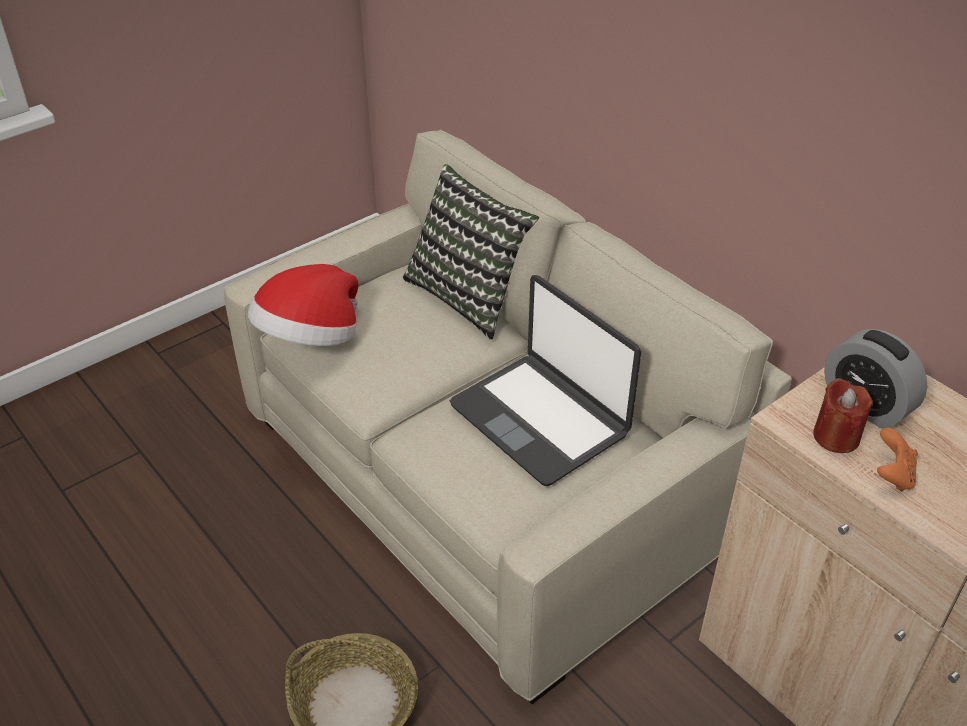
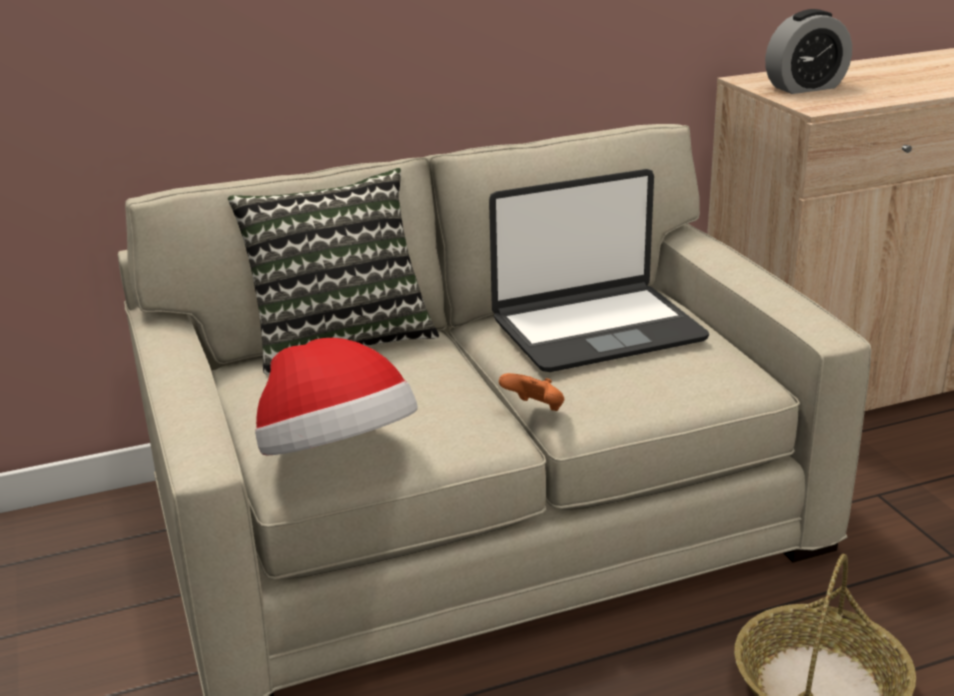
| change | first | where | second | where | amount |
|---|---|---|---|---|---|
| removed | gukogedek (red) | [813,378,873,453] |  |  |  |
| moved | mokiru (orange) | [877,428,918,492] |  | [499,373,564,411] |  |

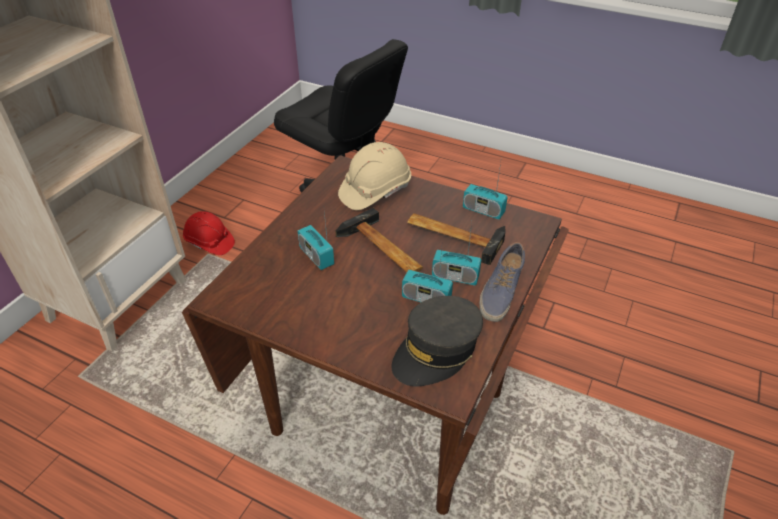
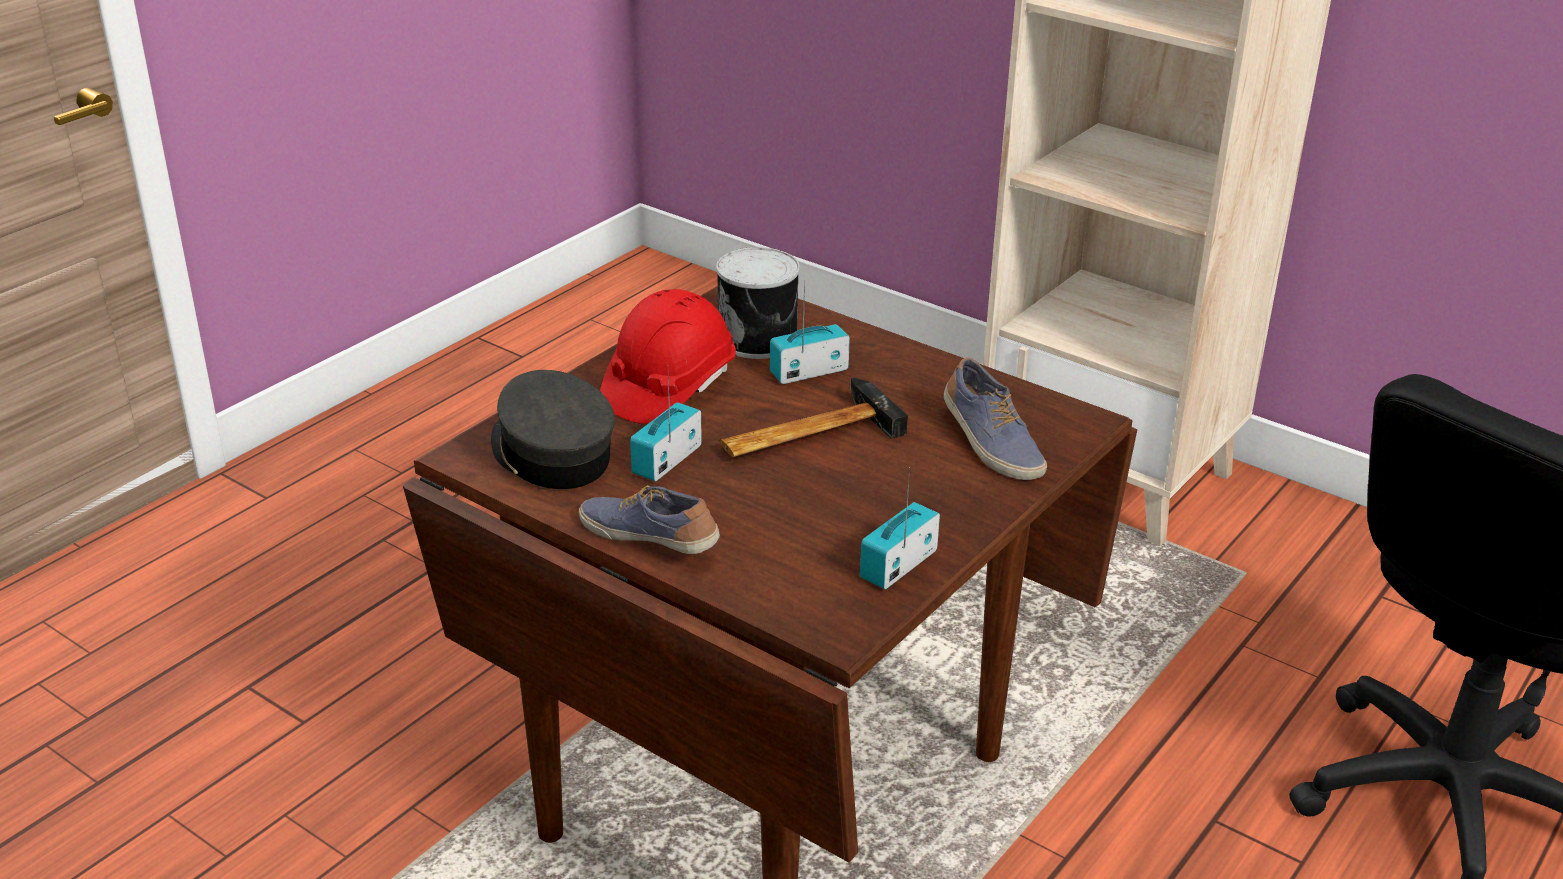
| change | first | where | second | where | amount |
|---|---|---|---|---|---|
| replaced | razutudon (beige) | [338,142,411,210] | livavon | [944,357,1047,480] |  |
| moved | razutudon (red) | [183,211,235,255] |  | [600,289,736,424] |  |
| removed | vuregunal | [407,213,505,265] |  |  |  |
| removed | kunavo | [432,223,481,285] |  |  |  |
| added |  |  | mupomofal | [716,247,800,359] |  |

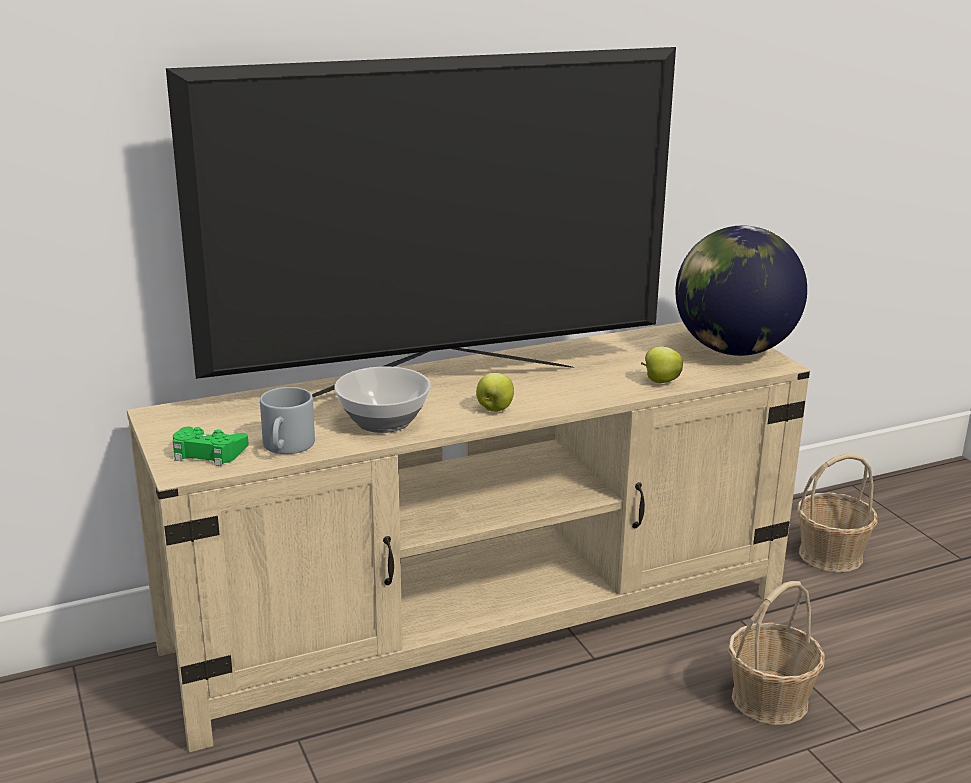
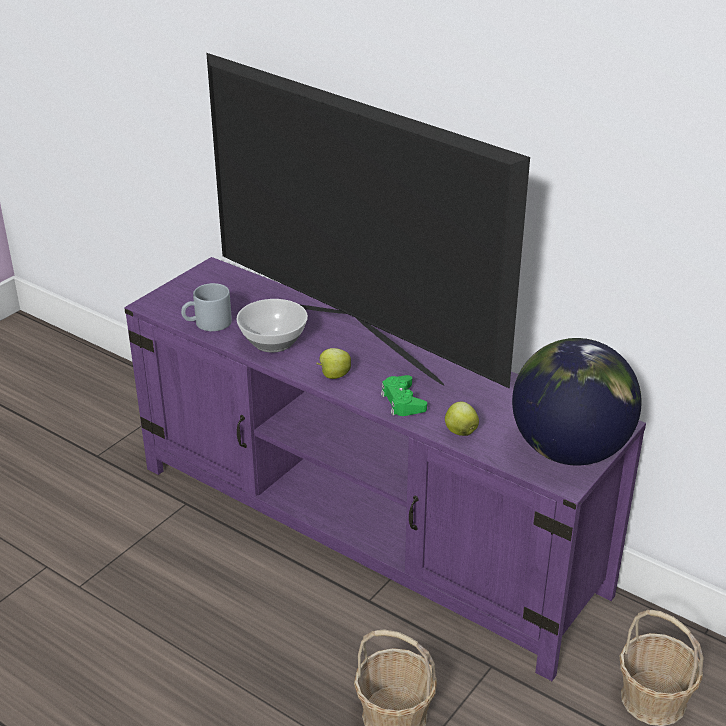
| change | first | where | second | where | amount |
|---|---|---|---|---|---|
| recoloured | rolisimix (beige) | [127,322,810,752] | rolisimix (purple) | [124,257,646,681] |  |
| moved | mokiru (green) | [173,427,249,466] |  | [381,375,427,416] |  |

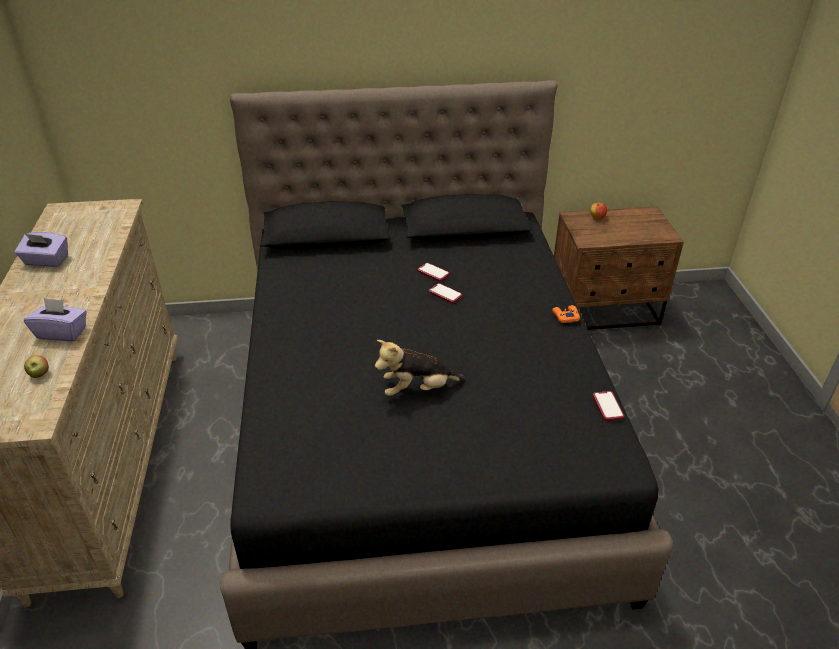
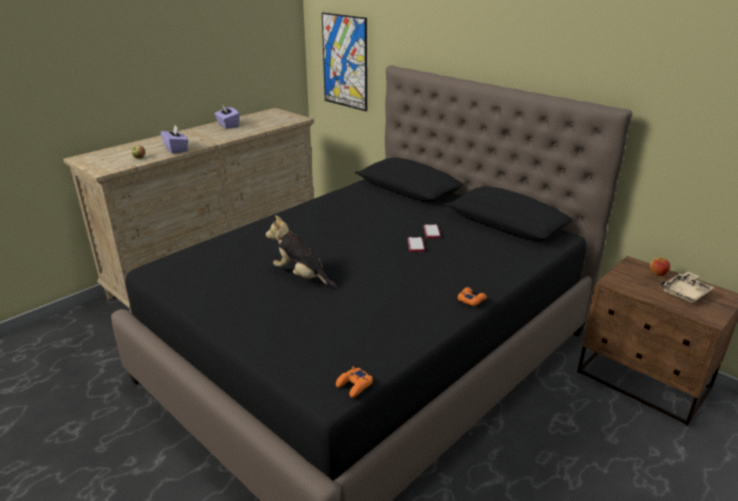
| change | first | where | second | where | amount |
|---|---|---|---|---|---|
| removed | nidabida | [593,391,624,421] |  |  |  |
| added |  |  | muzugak | [322,12,367,111] |  |
| added |  |  | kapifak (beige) | [661,272,715,303] |  |
| added |  |  | mokiru (orange) | [336,367,373,398] |  |

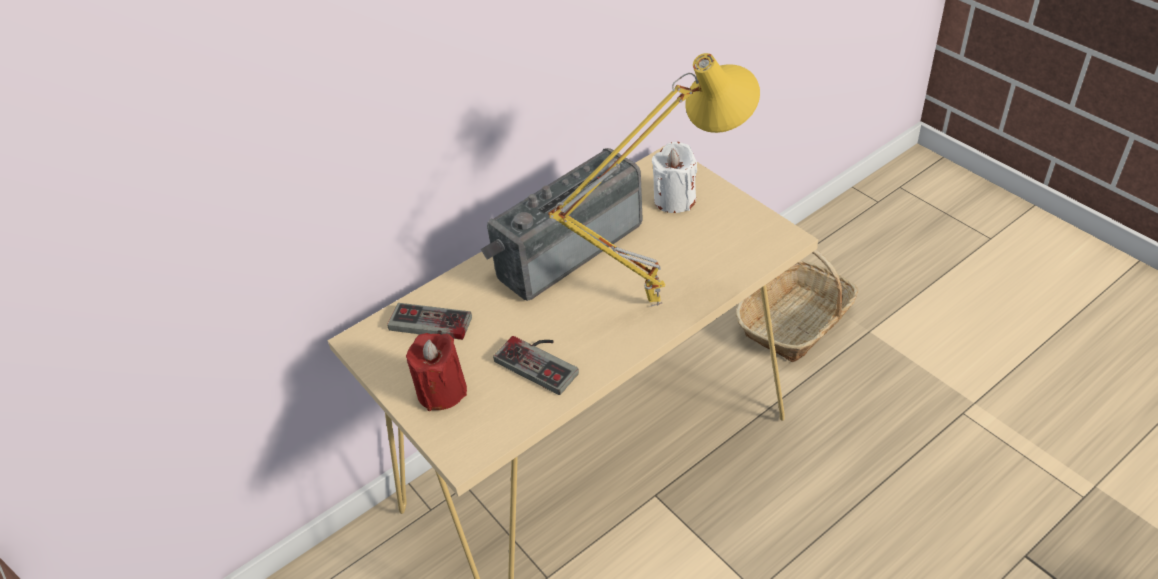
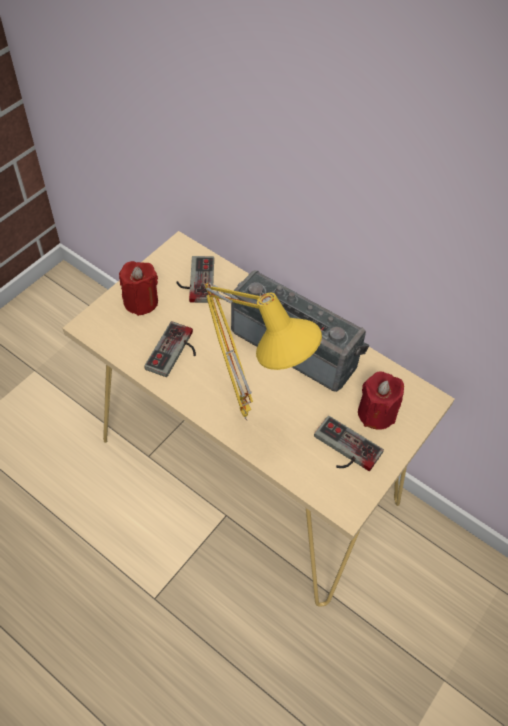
| change | first | where | second | where | amount |
|---|---|---|---|---|---|
| recoloured | gukogedek (white) | [652,142,697,213] | gukogedek (red) | [358,372,404,429] |  |
| removed | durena | [735,250,858,362] |  |  |  |
| added |  |  | mokiru | [314,416,384,471] |  |

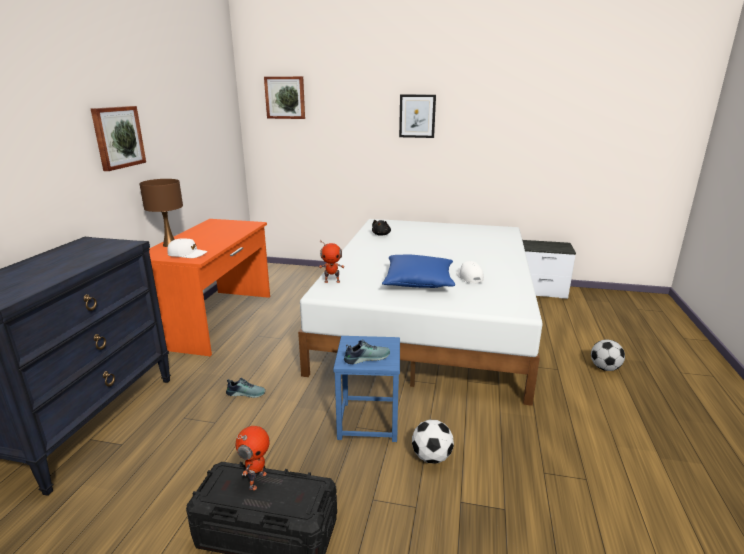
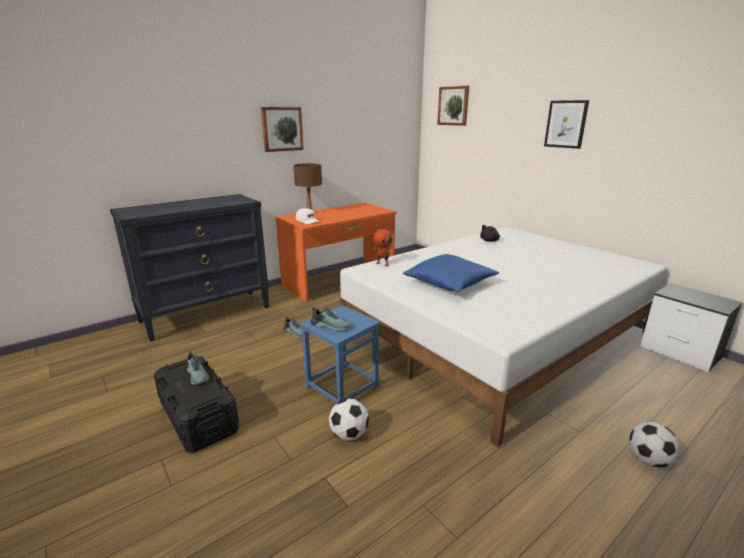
| change | first | where | second | where | amount |
|---|---|---|---|---|---|
| removed | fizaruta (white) | [457,261,484,284] |  |  |  |
| replaced | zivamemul | [236,426,269,490] | livavon | [186,351,209,385] |  |

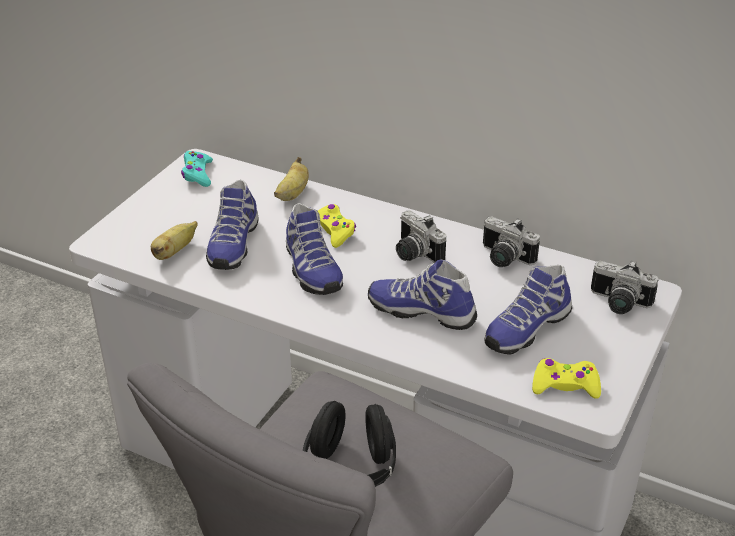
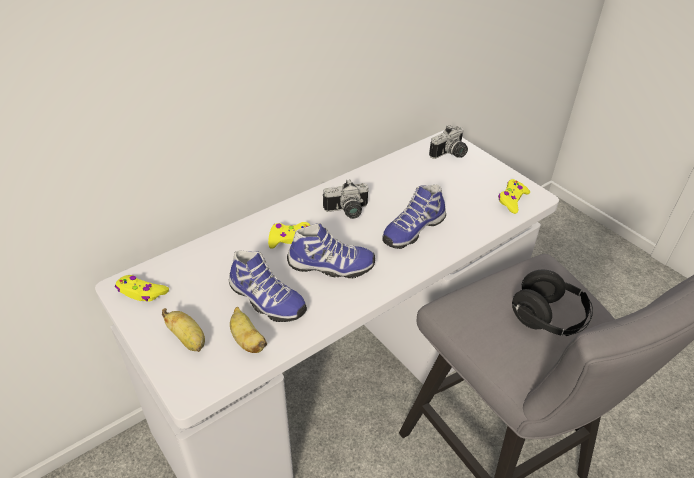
| change | first | where | second | where | amount |
|---|---|---|---|---|---|
| recoloured | mokiru (turquoise) | [181,151,213,187] | mokiru (yellow) | [115,275,169,302] |  |
| moved | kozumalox | [274,157,309,201] |  | [162,308,205,352] |  |
| removed | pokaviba | [483,217,540,267] |  |  |  |
| removed | livavon | [485,265,572,355] |  |  |  |

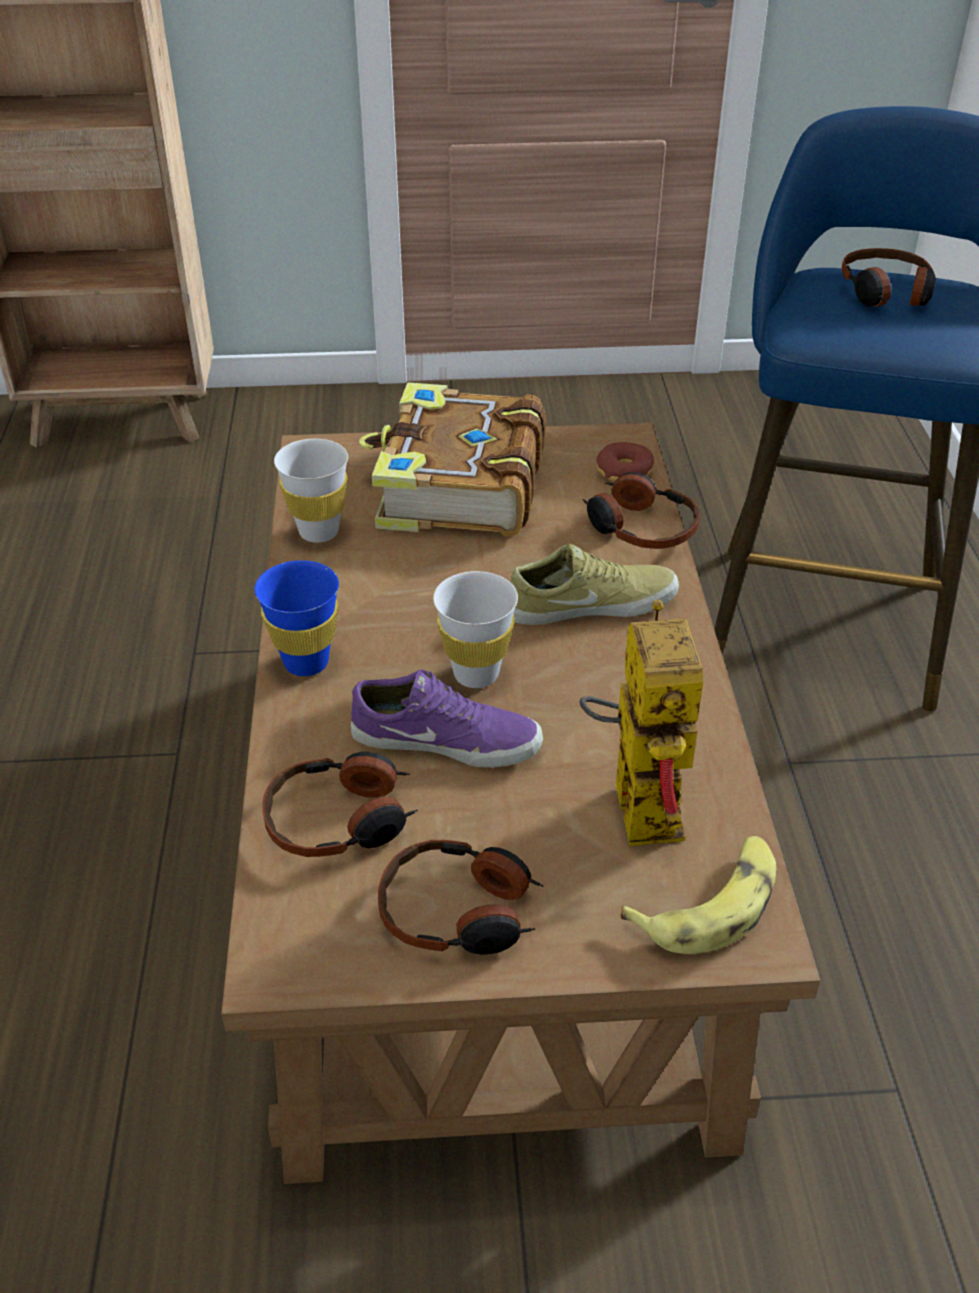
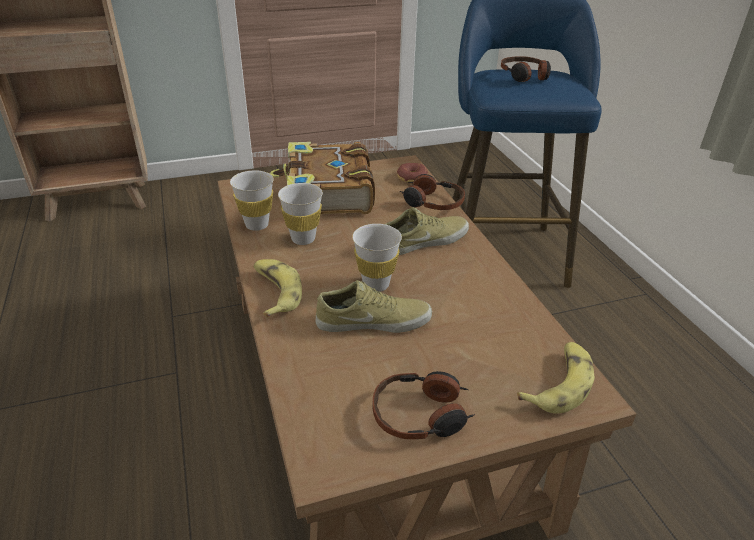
| change | first | where | second | where | amount |
|---|---|---|---|---|---|
| replaced | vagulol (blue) | [255,560,339,676] | kozumalox | [253,259,302,317] |  |
| removed | zivamemul | [579,599,703,846] |  |  |  |
| recoloured | livavon (purple) | [351,670,543,768] | livavon (beige) | [315,280,432,333] |  |
| removed | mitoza | [262,752,418,857] |  |  |  |
| added |  |  | vagulol (white) | [278,183,323,245] |  |

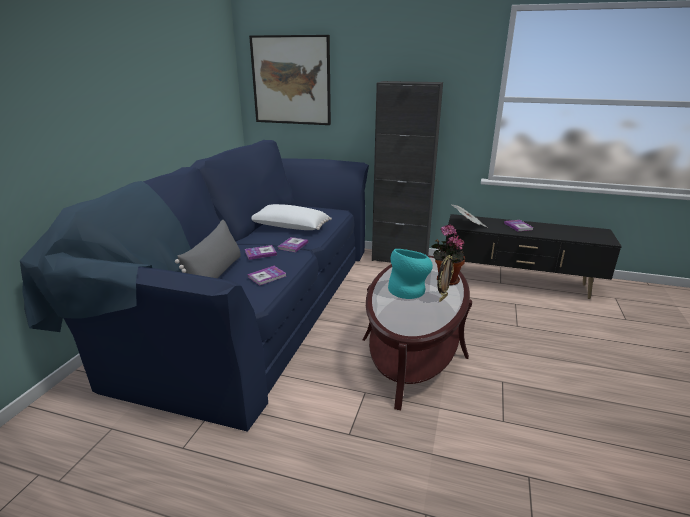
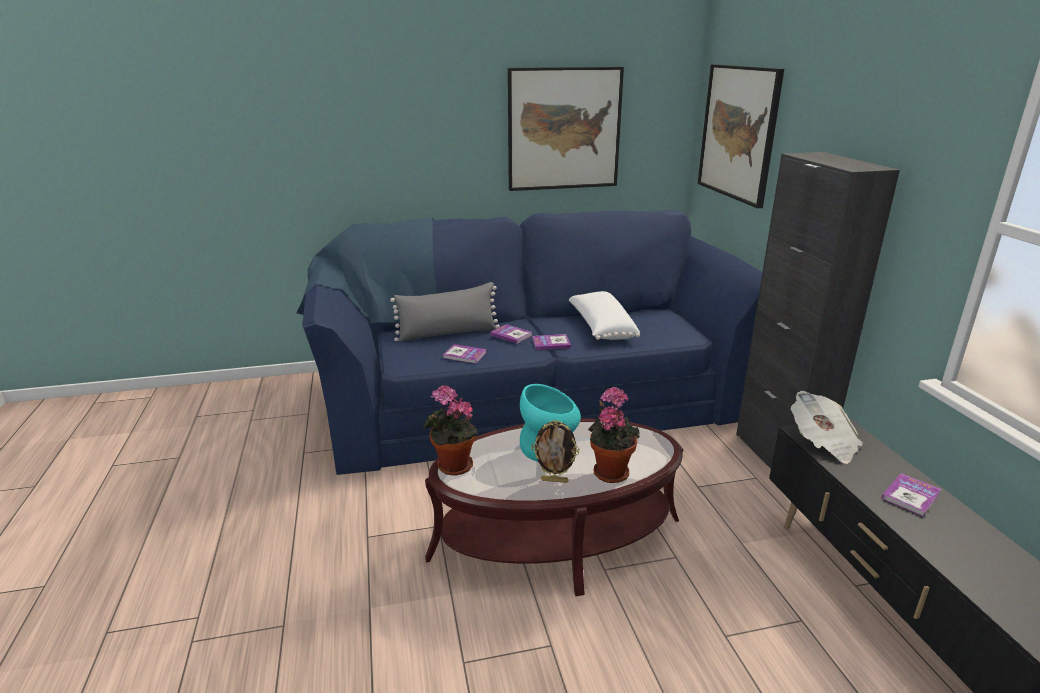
| change | first | where | second | where | amount |
|---|---|---|---|---|---|
| added |  |  | muzugak | [508,67,624,191] |  |
| added |  |  | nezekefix | [423,385,478,476] |  |

